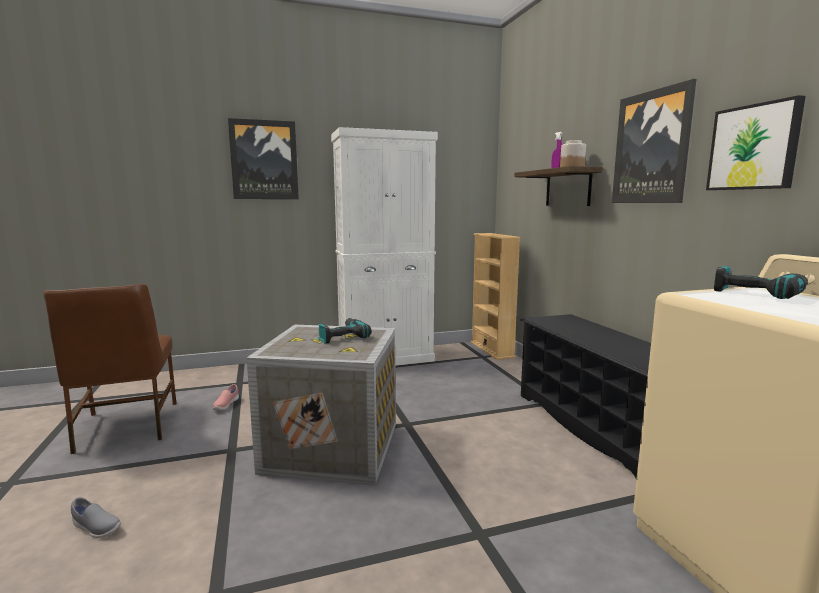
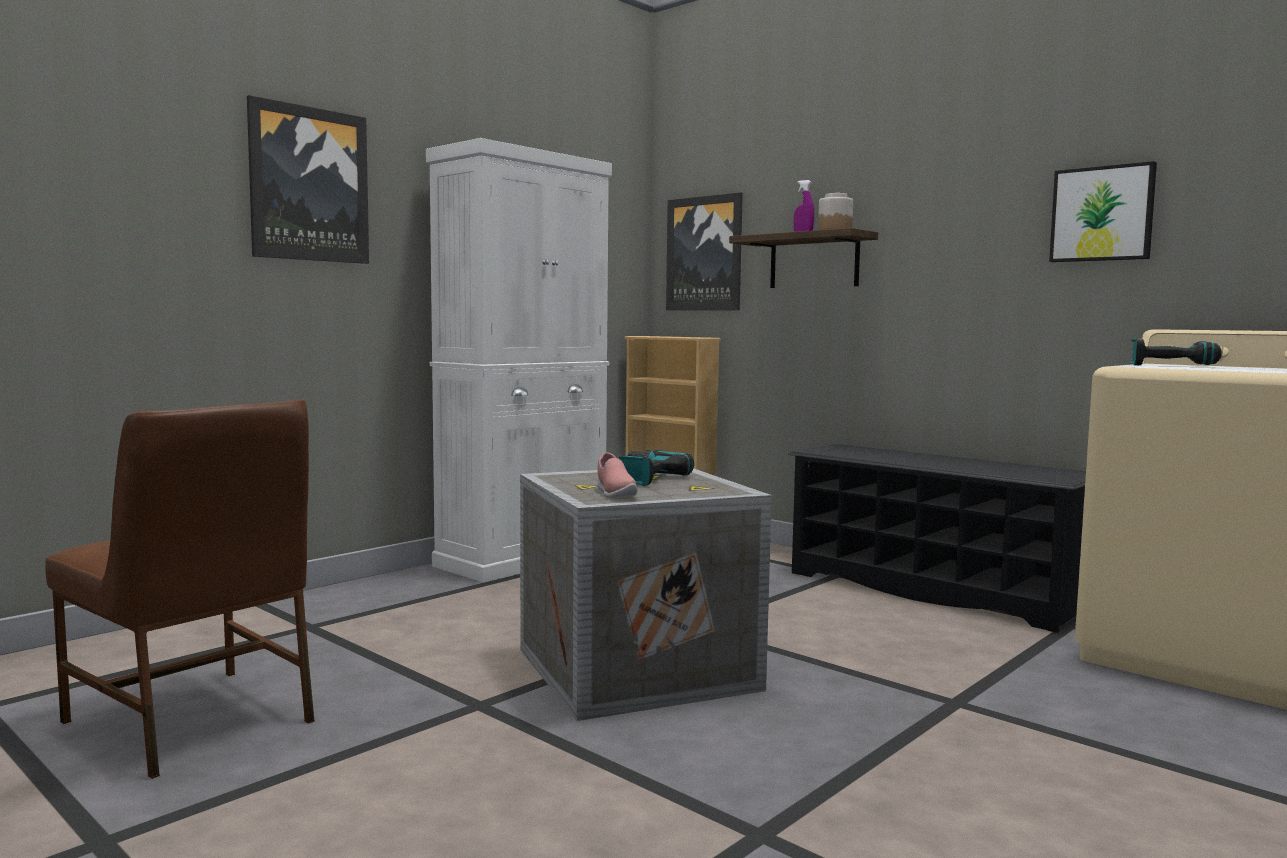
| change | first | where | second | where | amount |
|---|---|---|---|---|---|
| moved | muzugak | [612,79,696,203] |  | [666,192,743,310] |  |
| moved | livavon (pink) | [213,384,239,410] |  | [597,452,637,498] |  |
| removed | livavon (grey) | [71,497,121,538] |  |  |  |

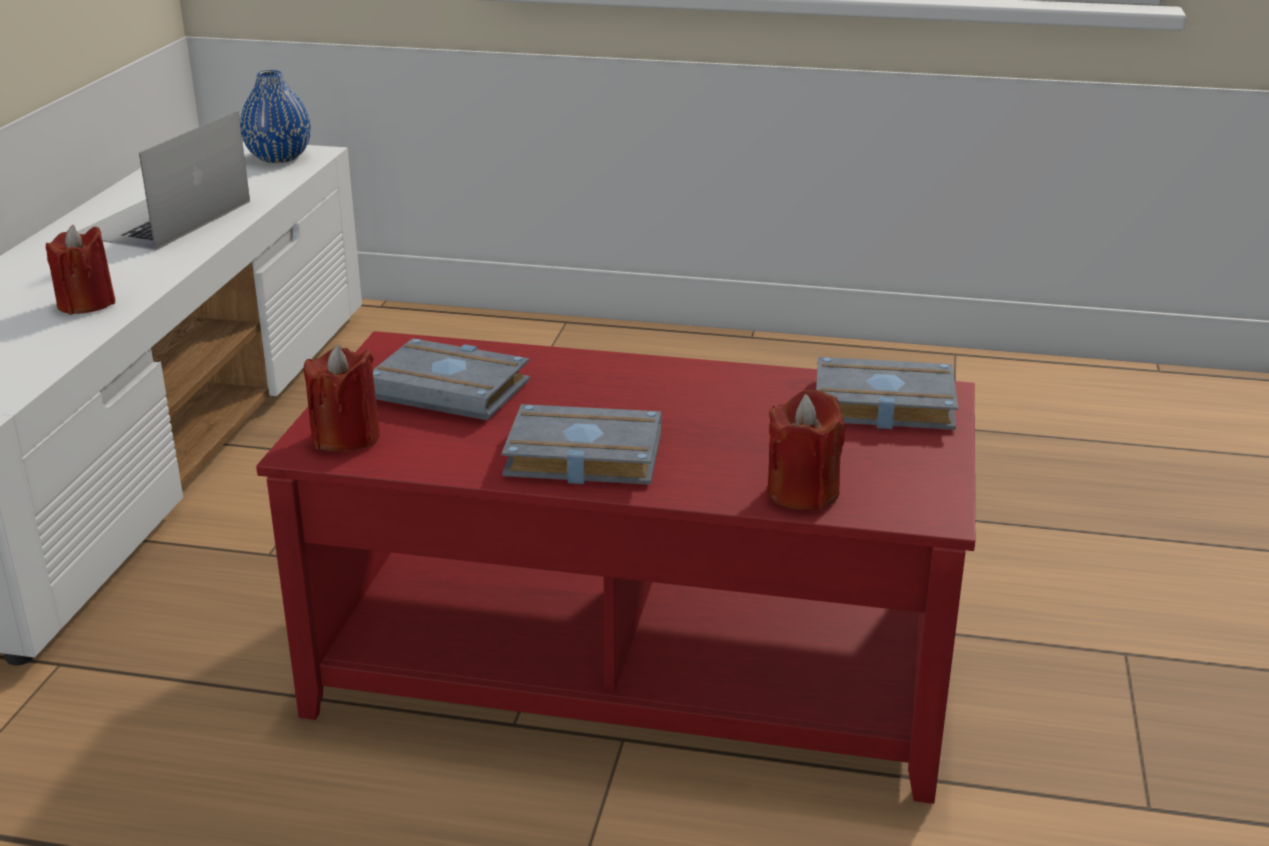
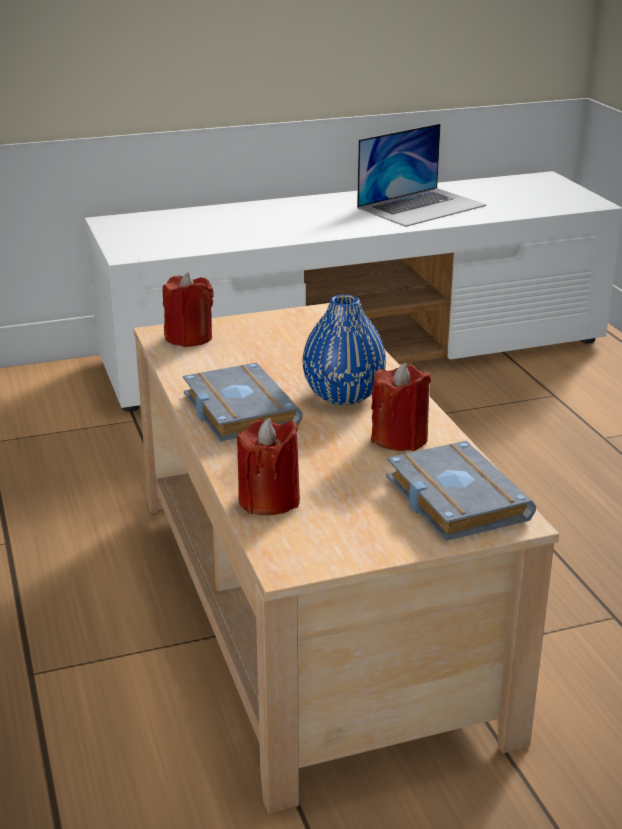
| change | first | where | second | where | amount |
|---|---|---|---|---|---|
| moved | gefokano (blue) | [240,70,311,163] |  | [302,294,386,405] |  |
| turned | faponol | [77,111,250,251] |  | [357,123,486,227] | 150 degrees clockwise |
| moved | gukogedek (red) | [46,225,115,315] |  | [371,363,431,451] |  |
| recoloured | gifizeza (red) | [256,331,975,804] | gifizeza (beige) | [134,303,559,814] |  |
| removed | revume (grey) | [373,338,530,420] |  |  |  |

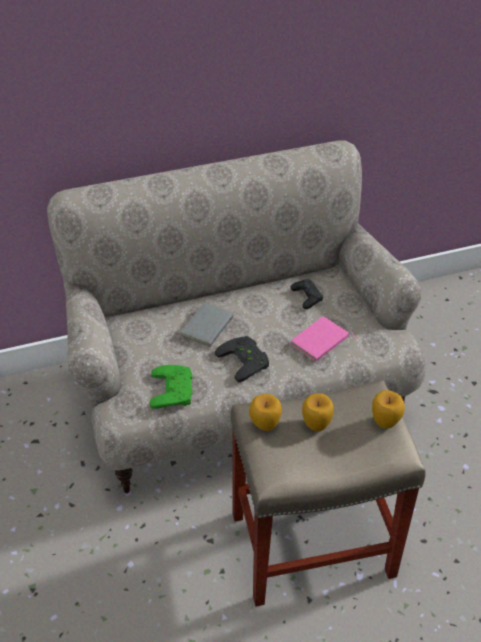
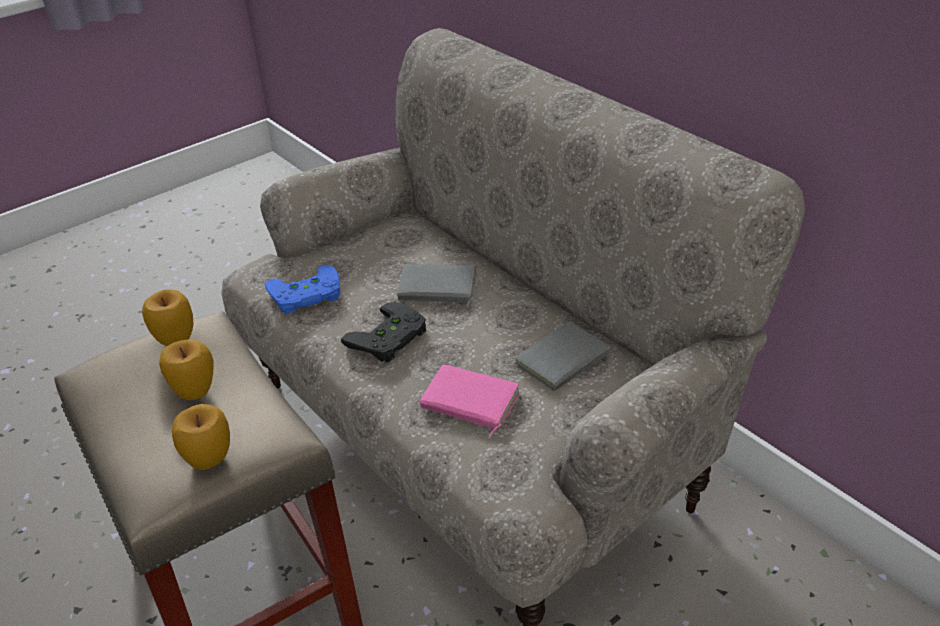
| change | first | where | second | where | amount |
|---|---|---|---|---|---|
| replaced | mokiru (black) | [290,279,323,309] | revume (grey) | [515,321,624,391] |  |
| recoloured | mokiru (green) | [150,365,193,409] | mokiru (blue) | [265,265,340,314] |  |

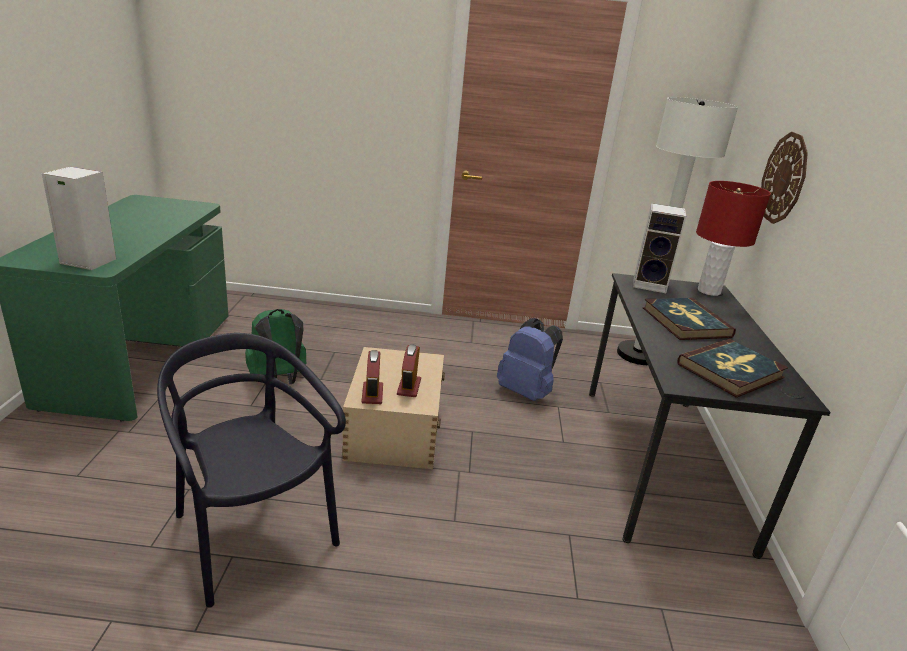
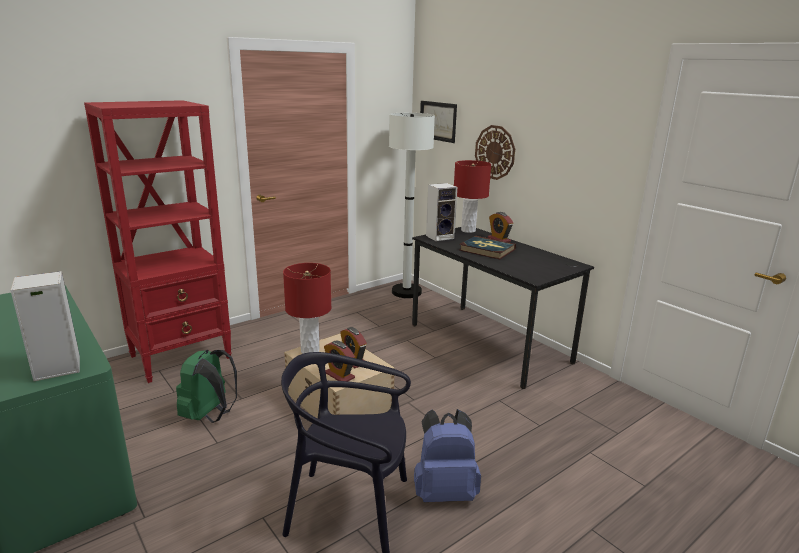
| change | first | where | second | where | amount |
|---|---|---|---|---|---|
| moved | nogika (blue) | [497,318,563,401] |  | [414,409,481,502] |  |
| removed | revume | [677,339,788,398] |  |  |  |
| added |  |  | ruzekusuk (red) | [84,100,232,383] |  |
| added |  |  | muzugak | [420,101,457,143] |  |
| added |  |  | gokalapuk | [488,212,513,242] |  |
| added |  |  | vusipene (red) | [283,263,331,354] |  |

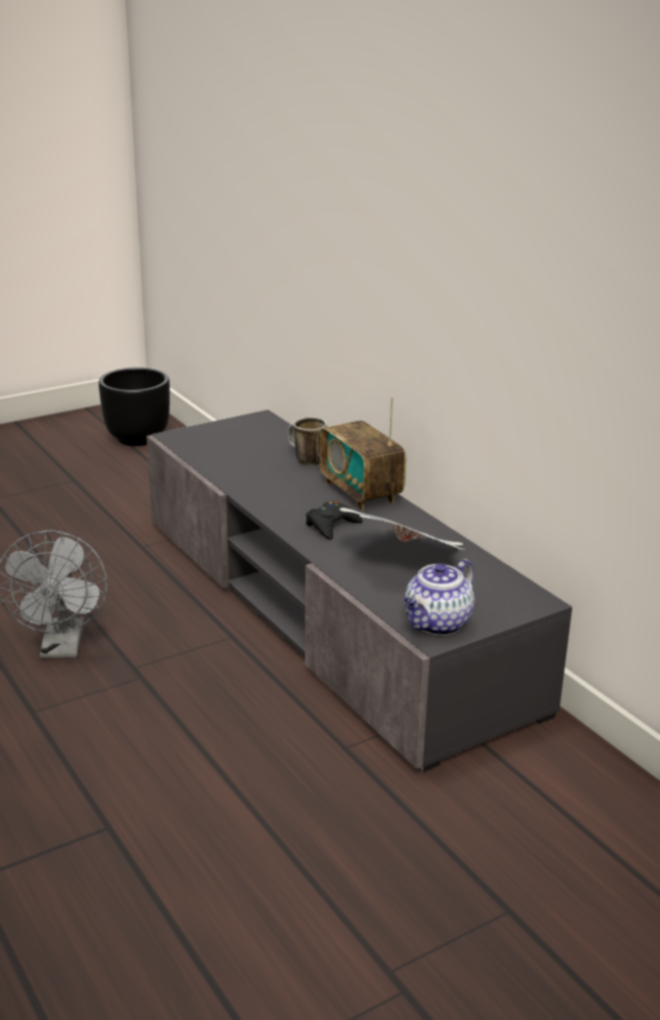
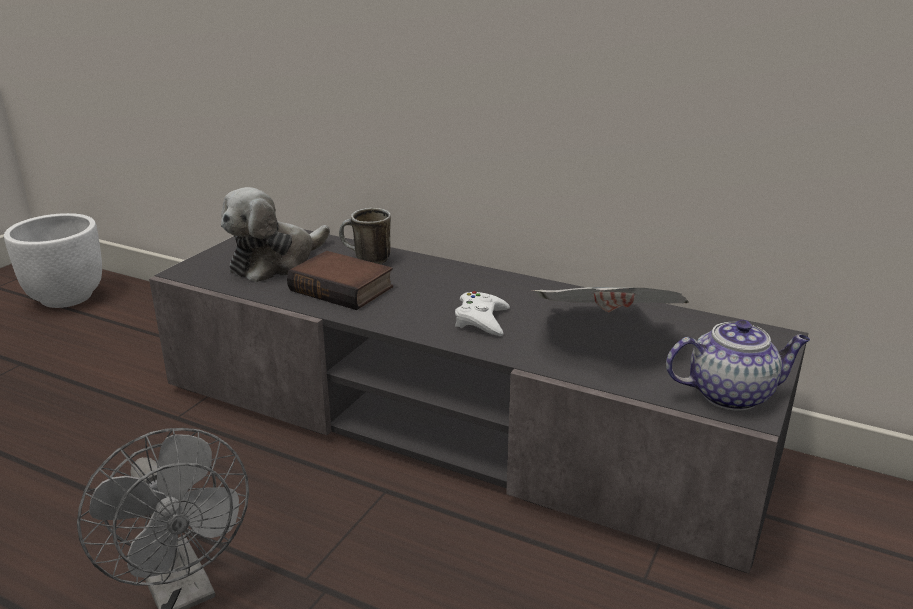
| change | first | where | second | where | amount |
|---|---|---|---|---|---|
| recoloured | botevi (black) | [99,367,170,446] | botevi (white) | [4,213,102,308] |  |
| removed | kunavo | [320,396,406,511] |  |  |  |
| recoloured | mokiru (black) | [306,501,363,540] | mokiru (white) | [455,291,510,336] |  |
| turned | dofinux | [404,559,475,635] |  | [666,320,810,411] | 105 degrees counterclockwise |
| added |  |  | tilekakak | [221,187,330,282] |  |
| added |  |  | revume | [287,251,393,310] |  |

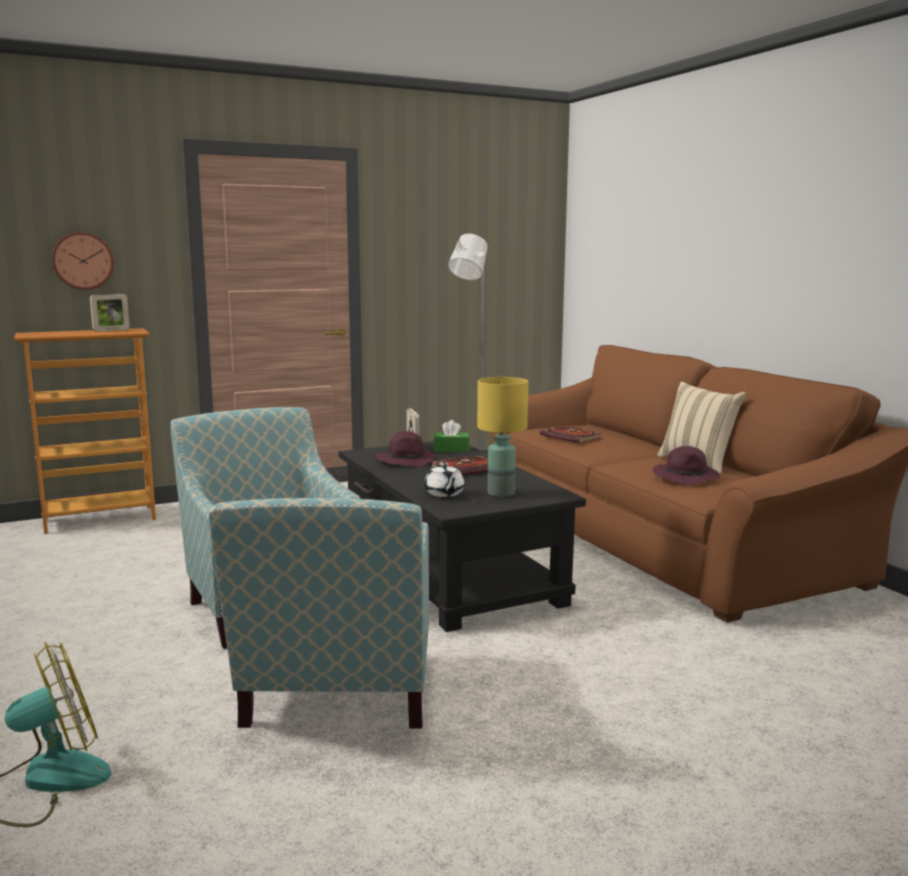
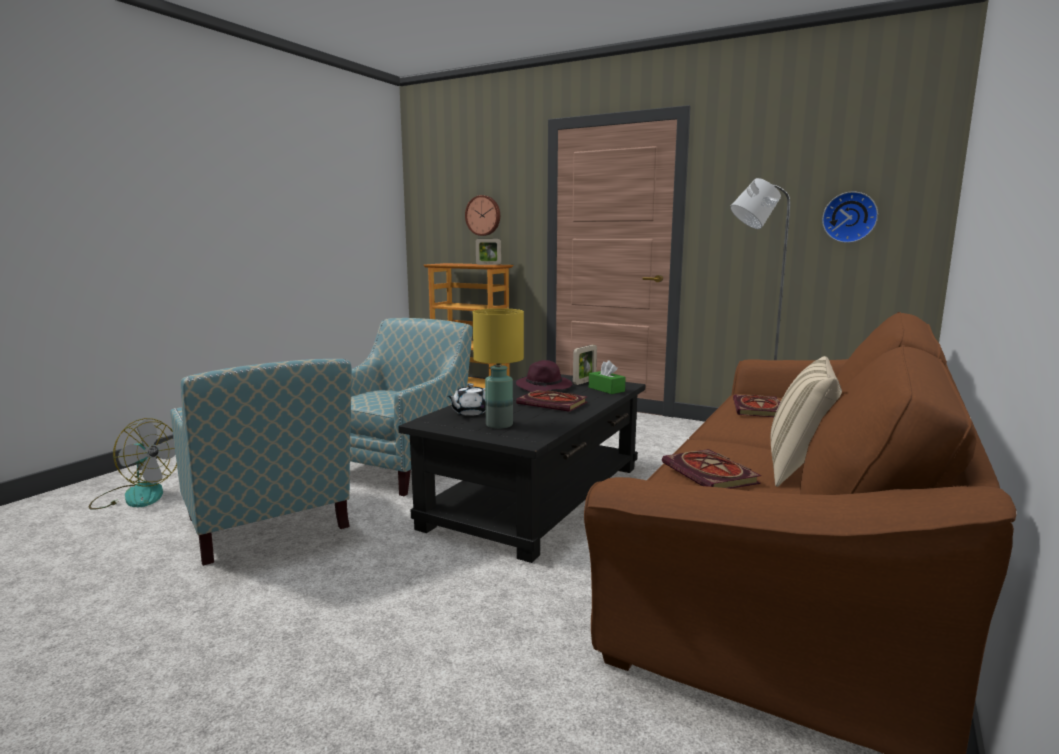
| change | first | where | second | where | amount |
|---|---|---|---|---|---|
| replaced | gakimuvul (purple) | [653,446,720,485] | revume | [662,449,761,489] |  |
| turned | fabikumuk | [209,498,429,729] |  | [170,359,352,566] | 90 degrees counterclockwise |
| added |  |  | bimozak | [822,191,878,243] |  |

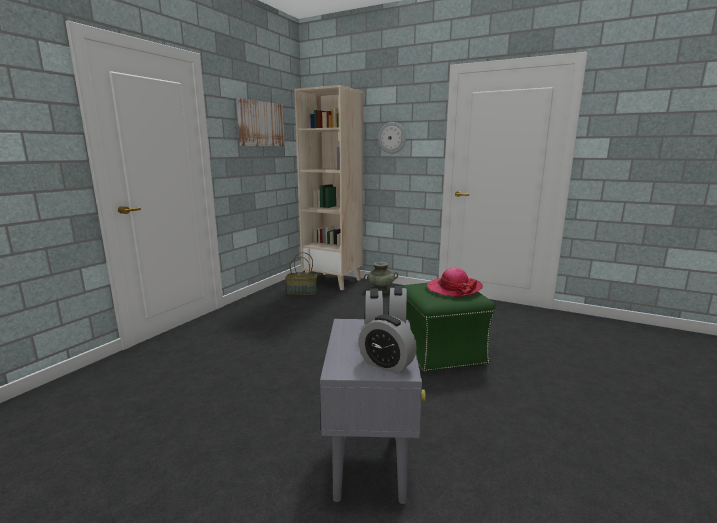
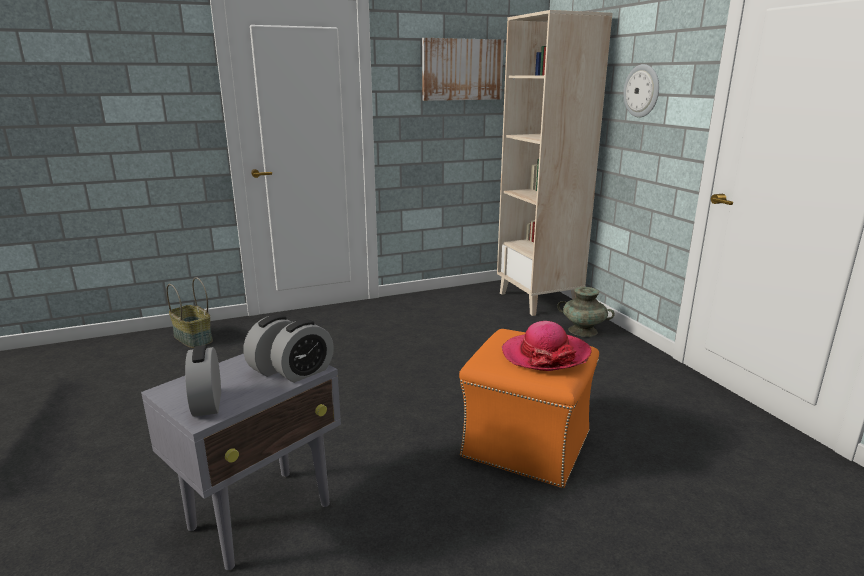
| change | first | where | second | where | amount |
|---|---|---|---|---|---|
| moved | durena | [285,252,317,295] |  | [166,277,213,348] |  |
| recoloured | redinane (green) | [402,283,496,372] | redinane (orange) | [459,329,599,488] |  |

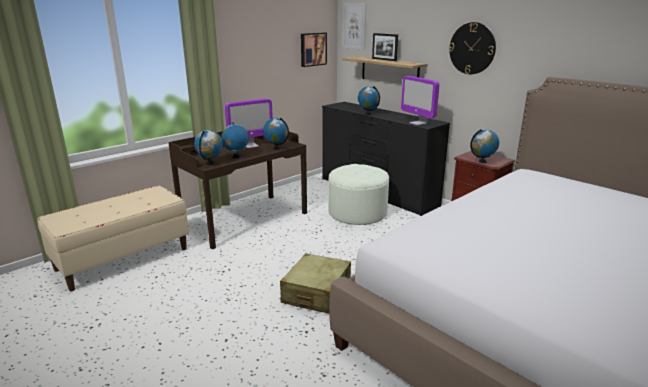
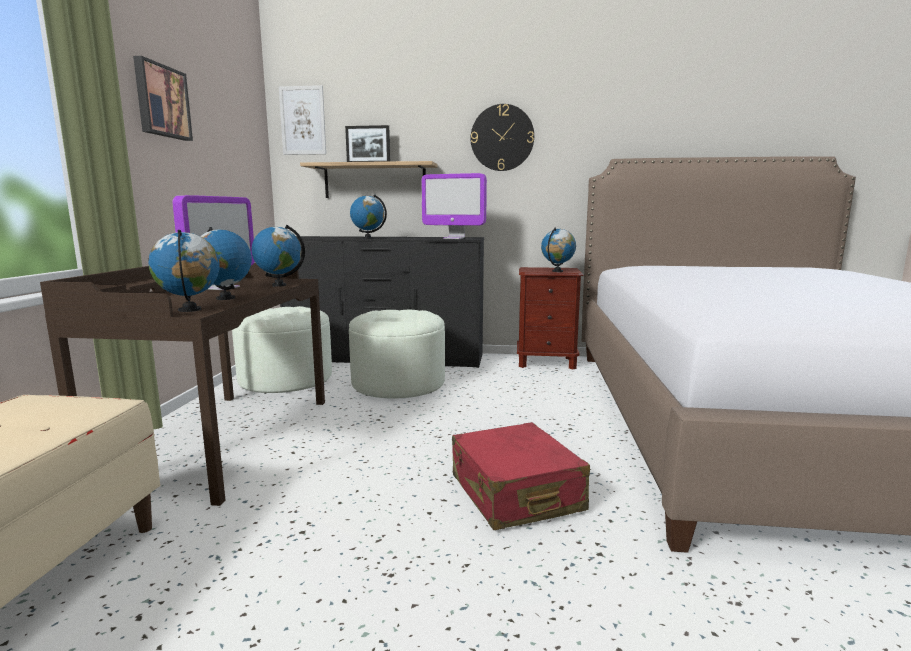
| change | first | where | second | where | amount |
|---|---|---|---|---|---|
| moved | muzugak | [301,32,327,67] |  | [133,56,193,141] |  |
| recoloured | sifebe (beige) | [280,253,351,314] | sifebe (red) | [452,422,590,530] |  |
| added |  |  | redinane (white) | [232,306,332,394] |  |

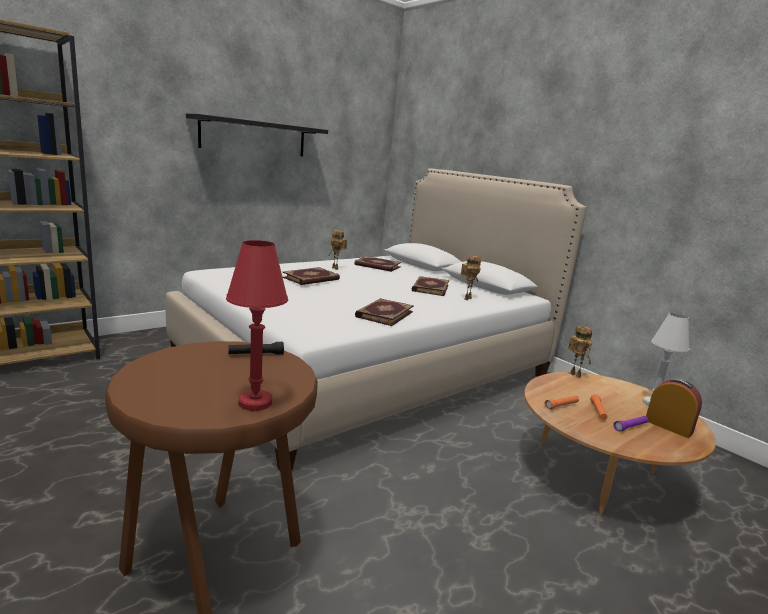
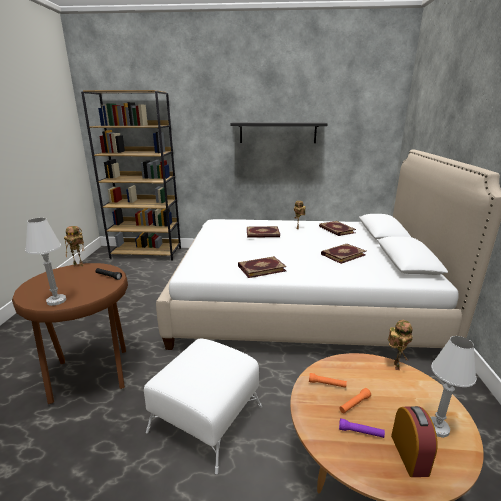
| change | first | where | second | where | amount |
|---|---|---|---|---|---|
| recoloured | vusipene (red) | [226,240,288,411] | vusipene (white) | [25,218,66,306] |  |
| moved | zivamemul | [460,255,481,300] |  | [64,226,84,267] |  |
| added |  |  | redinane (white) | [144,339,262,474] |  |

